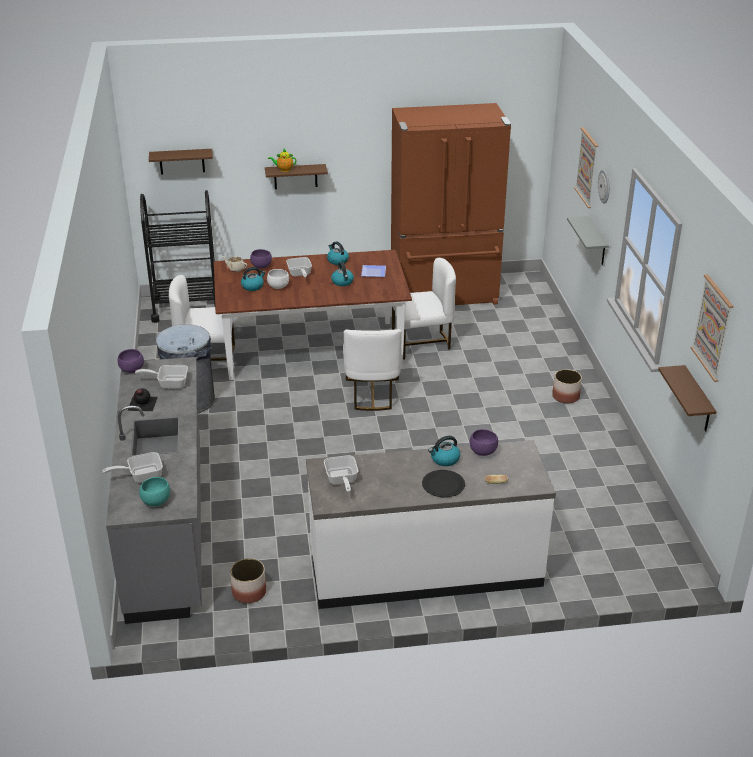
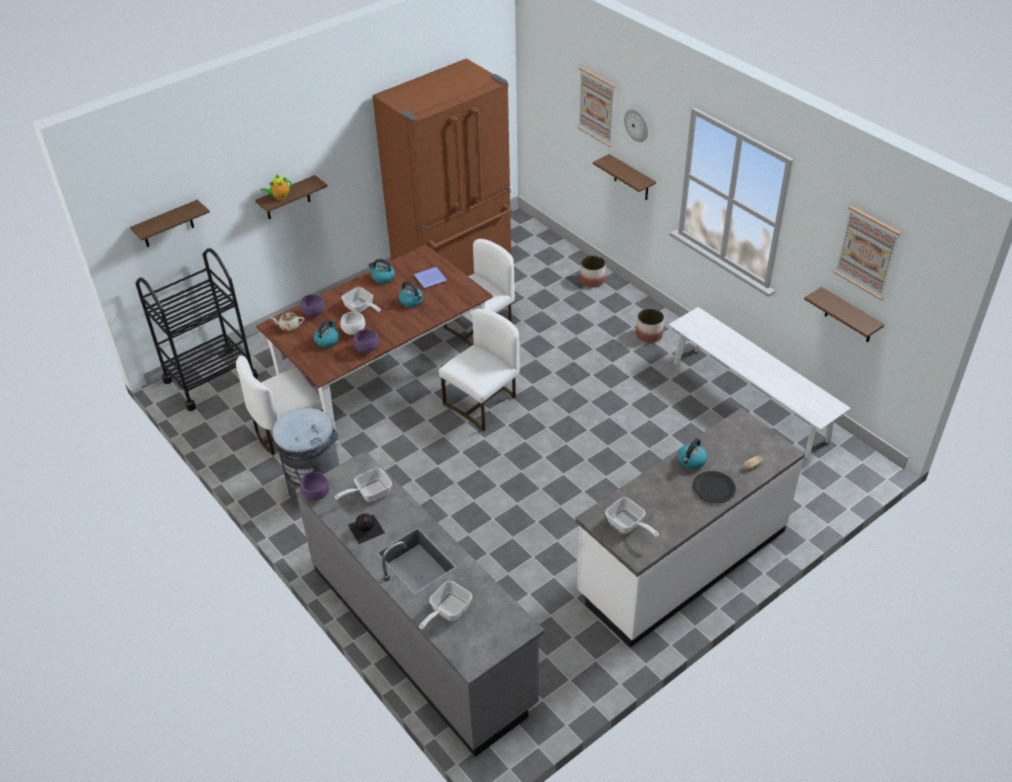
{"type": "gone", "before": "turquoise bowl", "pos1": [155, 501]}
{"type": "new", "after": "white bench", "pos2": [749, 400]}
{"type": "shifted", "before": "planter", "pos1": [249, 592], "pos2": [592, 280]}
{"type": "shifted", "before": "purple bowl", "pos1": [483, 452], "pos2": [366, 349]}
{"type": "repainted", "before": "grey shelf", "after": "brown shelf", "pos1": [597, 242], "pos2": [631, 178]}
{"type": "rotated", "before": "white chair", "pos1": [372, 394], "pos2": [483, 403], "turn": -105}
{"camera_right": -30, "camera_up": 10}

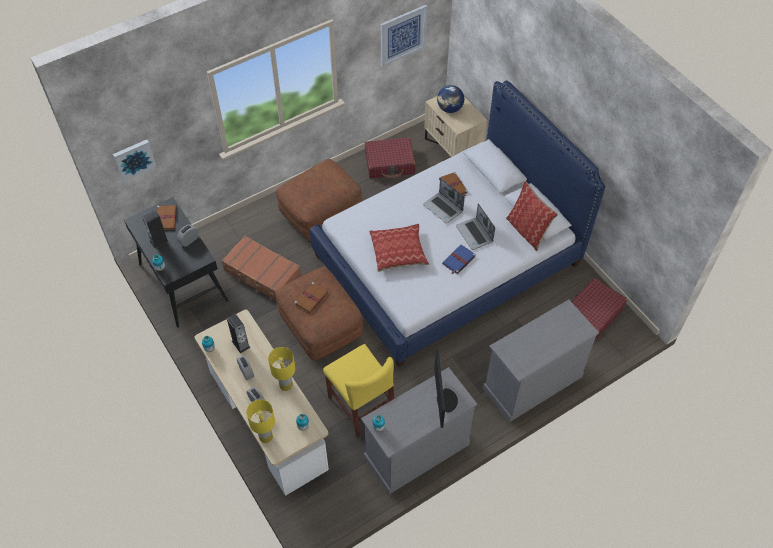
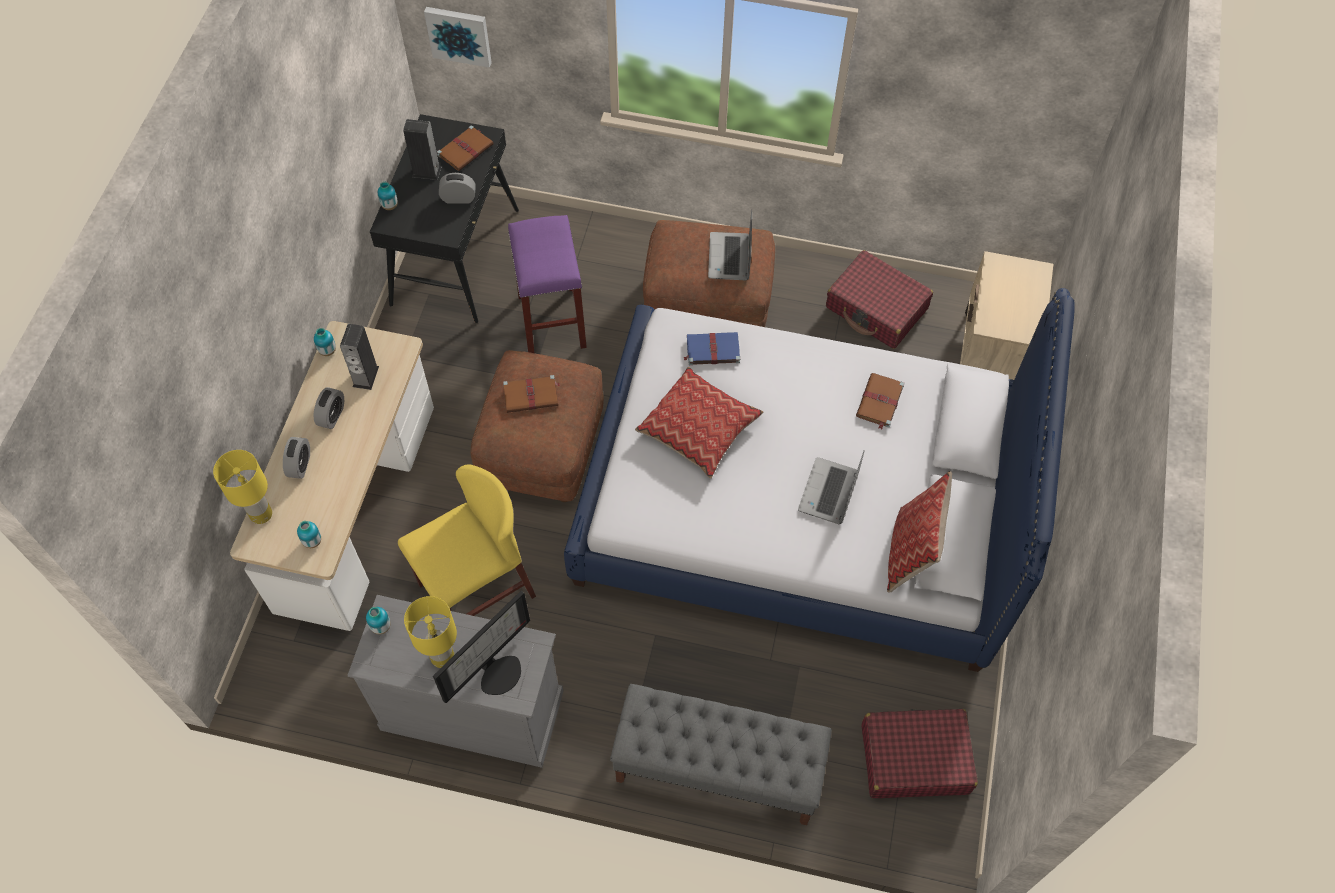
{"type": "gone", "before": "picture", "pos1": [403, 35]}
{"type": "gone", "before": "globe", "pos1": [450, 109]}
{"type": "shifted", "before": "yellow table lamp", "pos1": [286, 385], "pos2": [443, 657]}
{"type": "shifted", "before": "laptop", "pos1": [443, 208], "pos2": [730, 258]}
{"type": "shifted", "before": "blue book", "pos1": [458, 260], "pos2": [712, 350]}
{"type": "swapped", "before": "brown suitcase", "after": "purple stool", "pos1": [262, 274], "pos2": [552, 322]}
{"type": "swapped", "before": "grey dresser", "after": "grey bench", "pos1": [532, 382], "pos2": [717, 769]}
{"type": "rotated", "before": "yellow chair", "pos1": [361, 405], "pos2": [476, 590], "turn": -135}
{"camera_right": 45, "camera_up": 5}

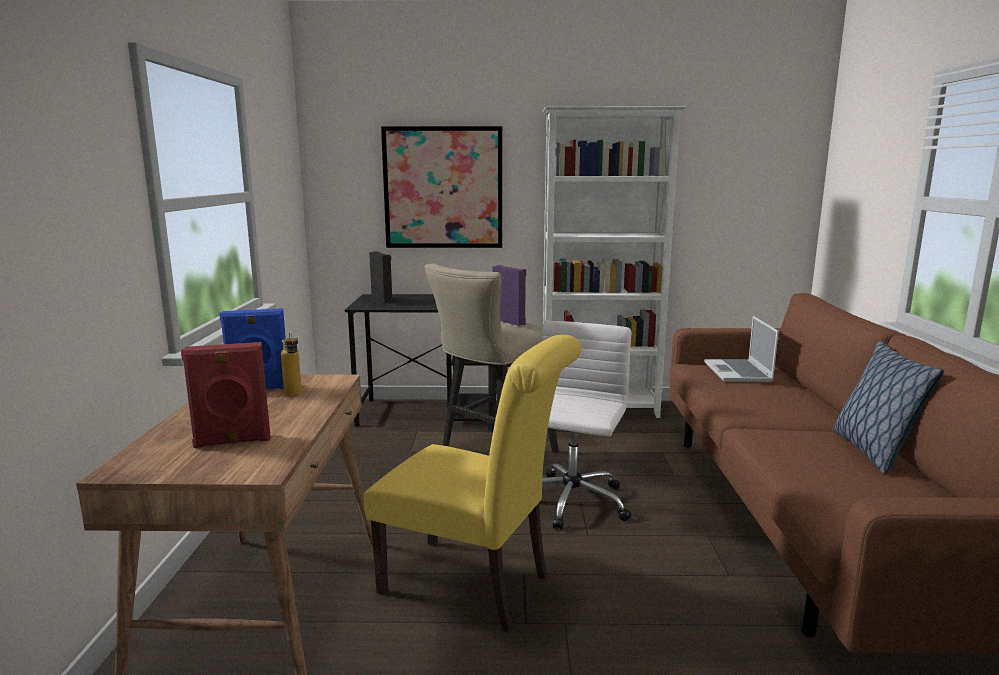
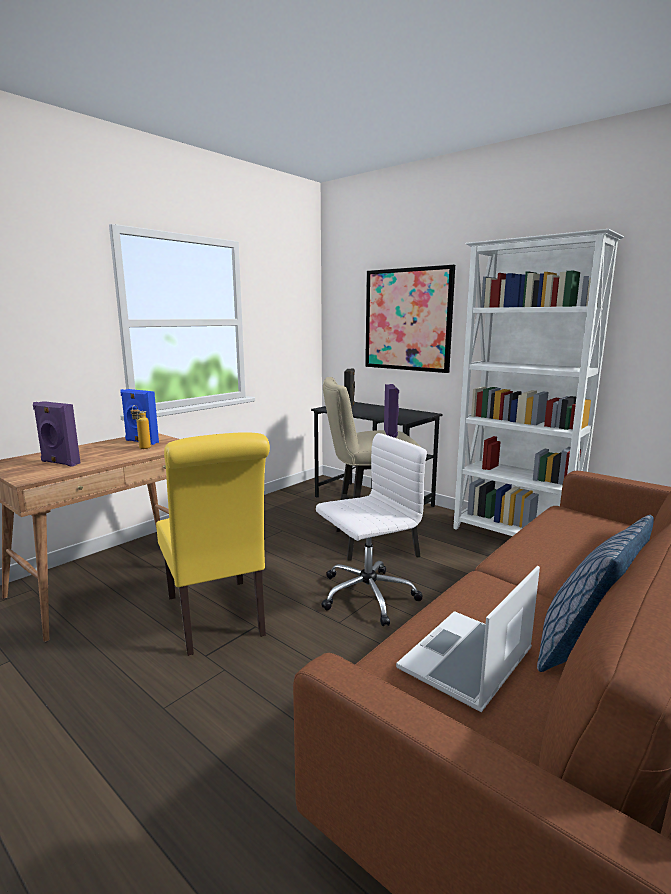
{"type": "shifted", "before": "laptop", "pos1": [739, 373], "pos2": [467, 662]}
{"type": "repainted", "before": "red speaker", "after": "purple speaker", "pos1": [232, 442], "pos2": [59, 463]}
{"camera_right": 40, "camera_up": 0}

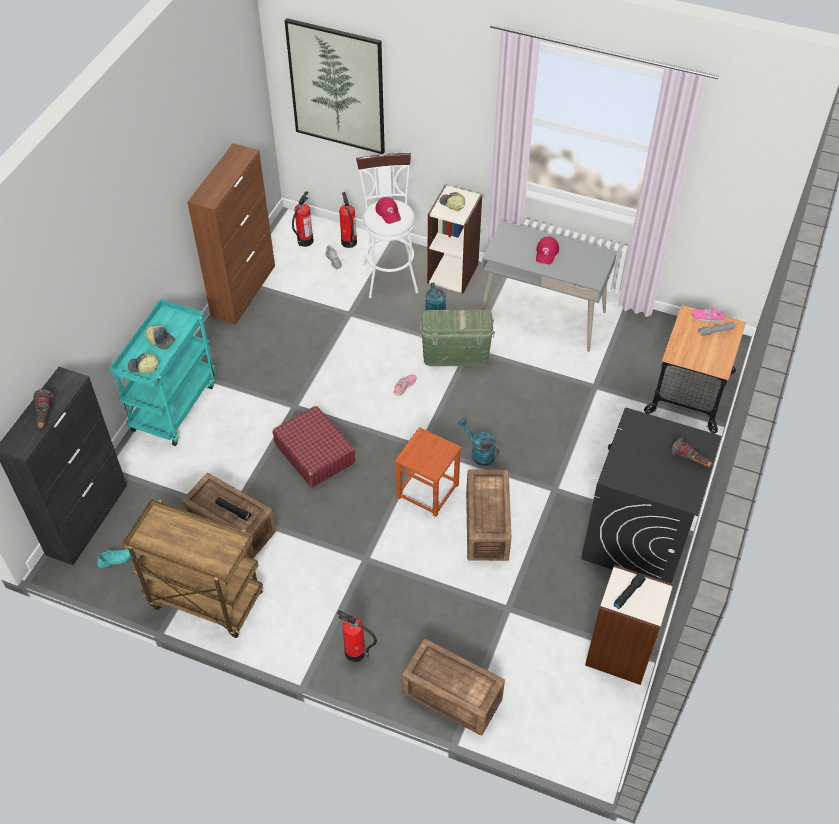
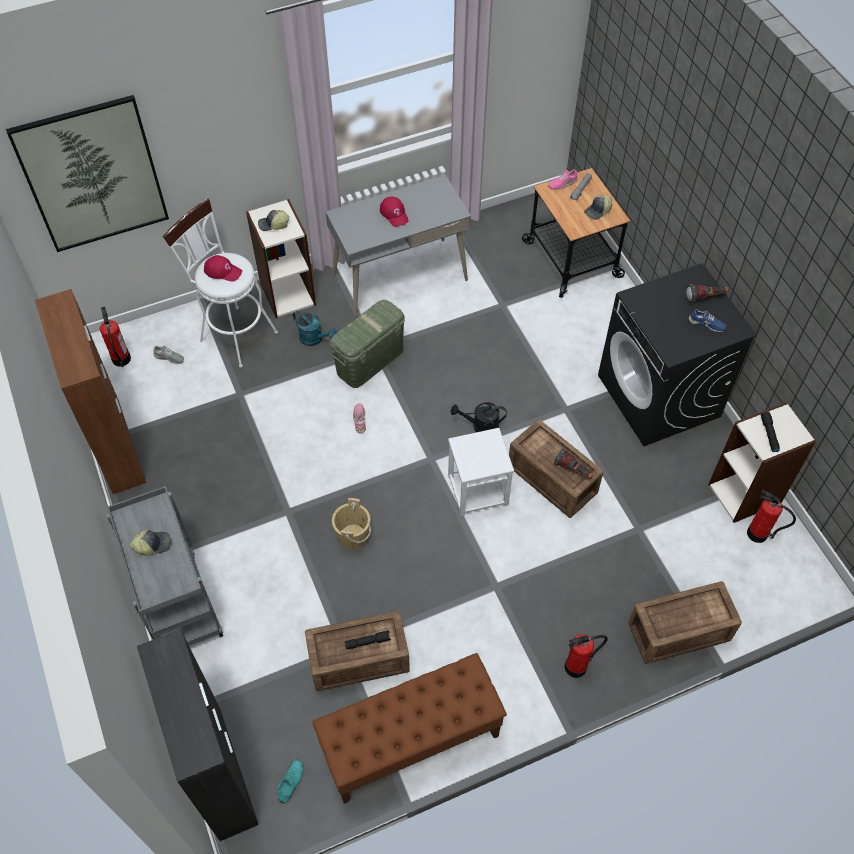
{"type": "new", "after": "blue shoe", "pos2": [706, 324]}
{"type": "shifted", "before": "flashlight", "pos1": [44, 416], "pos2": [573, 470]}
{"type": "shifted", "before": "cap", "pos1": [143, 367], "pos2": [598, 211]}
{"type": "shifted", "before": "fire extinguisher", "pos1": [349, 242], "pos2": [757, 534]}
{"type": "swapped", "before": "brown cart", "after": "brown bench", "pos1": [203, 600], "pos2": [410, 741]}
{"type": "swapped", "before": "red suitcase", "after": "beige bucket", "pos1": [315, 453], "pos2": [353, 536]}
{"type": "repainted", "before": "turquoise cart", "after": "grey cart", "pos1": [174, 405], "pos2": [177, 601]}
{"type": "repainted", "before": "brown stool", "after": "white stool", "pos1": [428, 490], "pos2": [478, 489]}
{"type": "repainted", "before": "turquoise watering can", "after": "black watering can", "pos1": [479, 453], "pos2": [480, 427]}
{"camera_right": -45, "camera_up": 5}

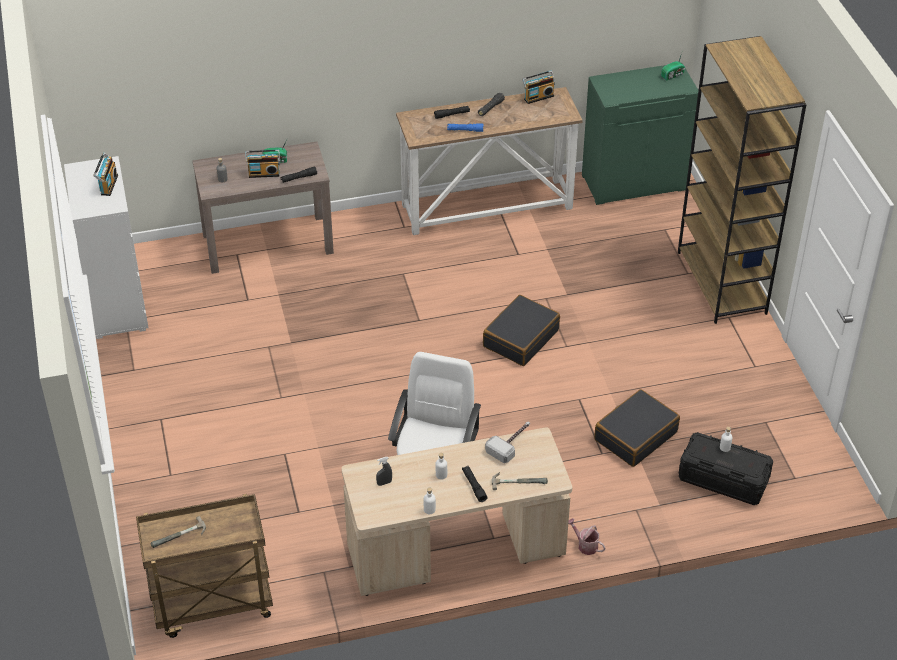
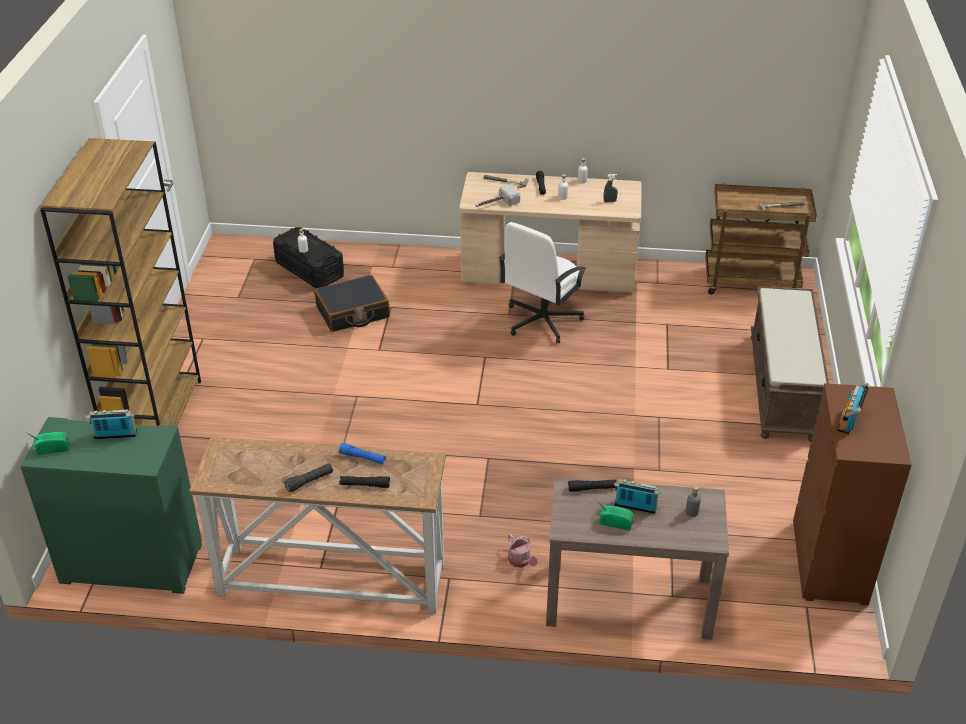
{"type": "gone", "before": "black suitcase", "pos1": [520, 338]}
{"type": "new", "after": "brown bench", "pos2": [783, 388]}
{"type": "shifted", "before": "radio", "pos1": [538, 97], "pos2": [115, 435]}
{"type": "shifted", "before": "watering can", "pos1": [585, 545], "pos2": [520, 561]}
{"type": "repainted", "before": "white dresser", "after": "brown dresser", "pos1": [118, 305], "pos2": [829, 563]}
{"camera_right": -160, "camera_up": -5}

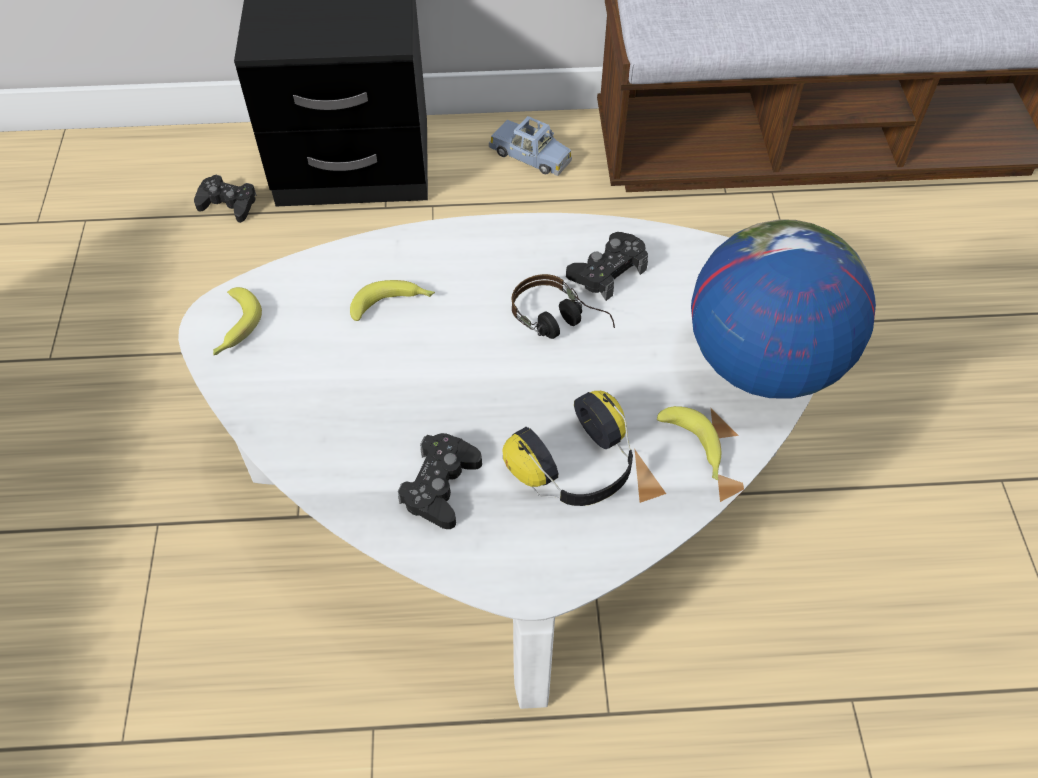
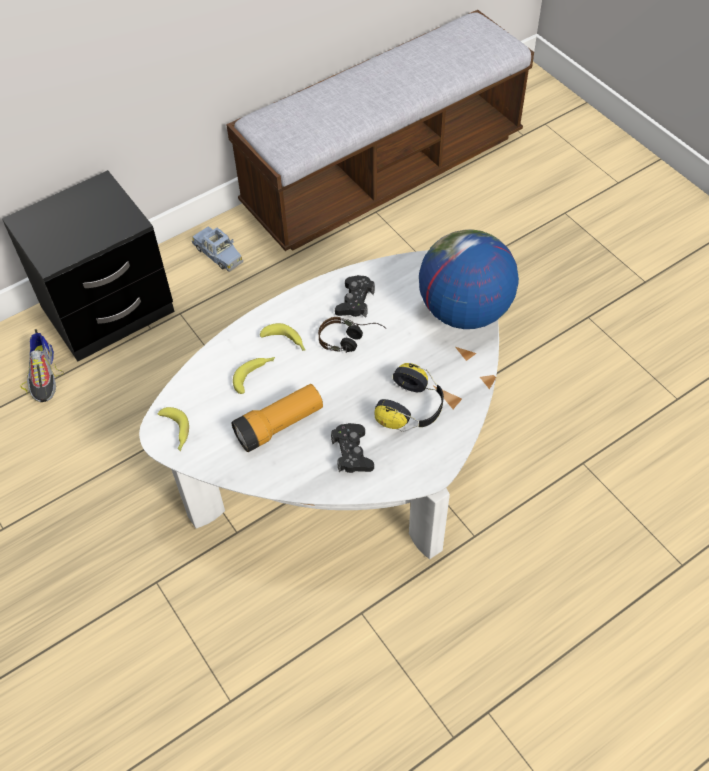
{"type": "new", "after": "flashlight", "pos2": [279, 425]}
{"type": "shifted", "before": "banana", "pos1": [693, 448], "pos2": [285, 342]}
{"type": "swapped", "before": "black game controller", "after": "shoe", "pos1": [228, 204], "pos2": [43, 375]}
{"type": "rotated", "before": "blue toy car", "pos1": [530, 155], "pos2": [218, 254], "turn": 45}
{"camera_right": -30, "camera_up": 0}

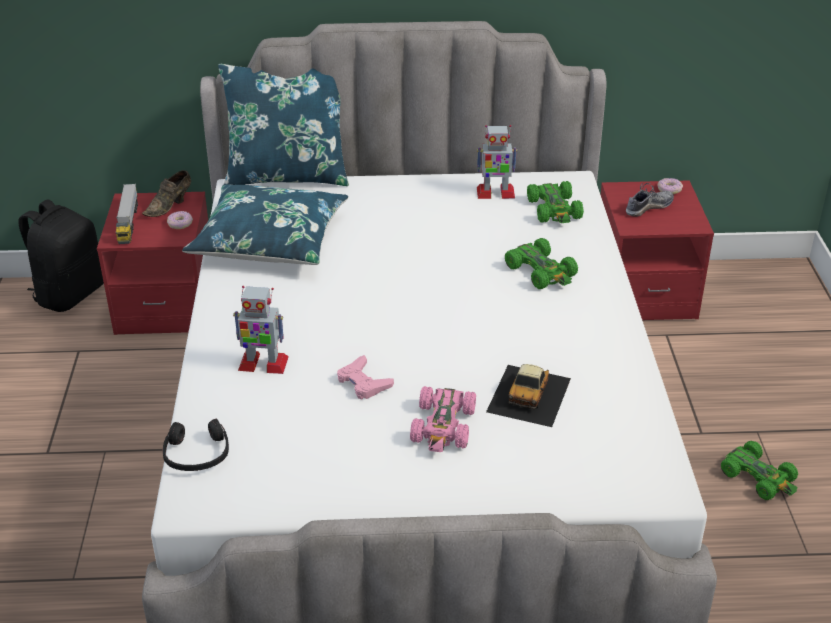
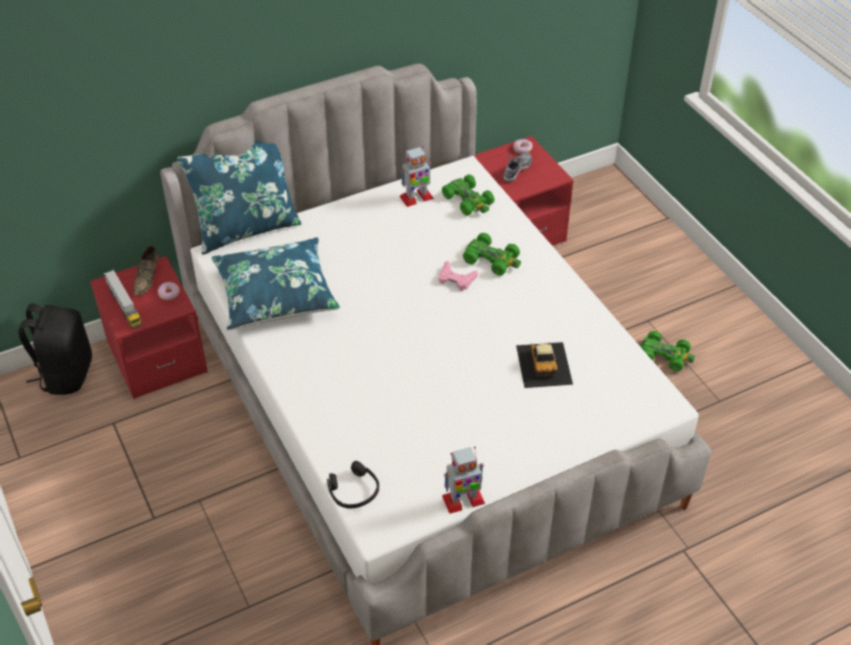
{"type": "gone", "before": "pink toy car", "pos1": [443, 426]}
{"type": "shifted", "before": "toy robot", "pos1": [262, 364], "pos2": [463, 500]}
{"type": "shifted", "before": "pink game controller", "pos1": [363, 383], "pos2": [456, 279]}
{"camera_right": -25, "camera_up": 10}

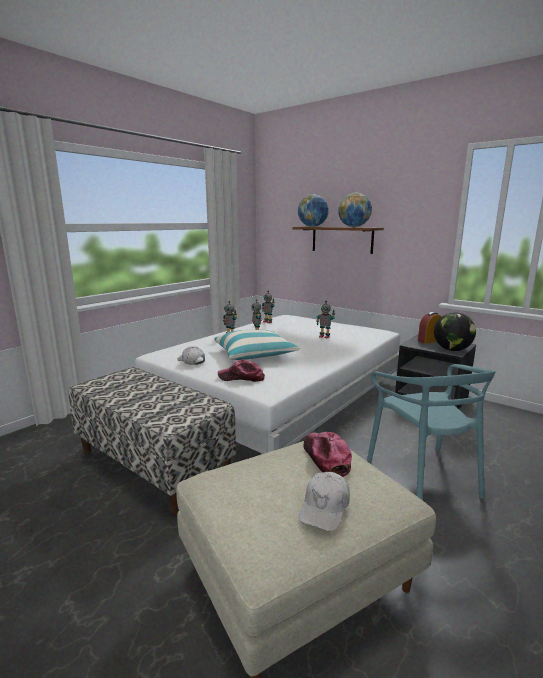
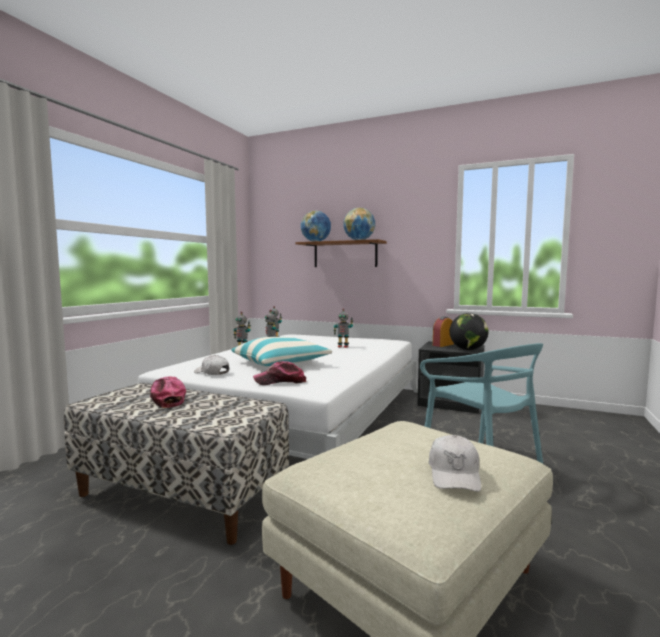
{"type": "shifted", "before": "cap", "pos1": [326, 458], "pos2": [166, 399]}
{"camera_right": -15, "camera_up": -10}

